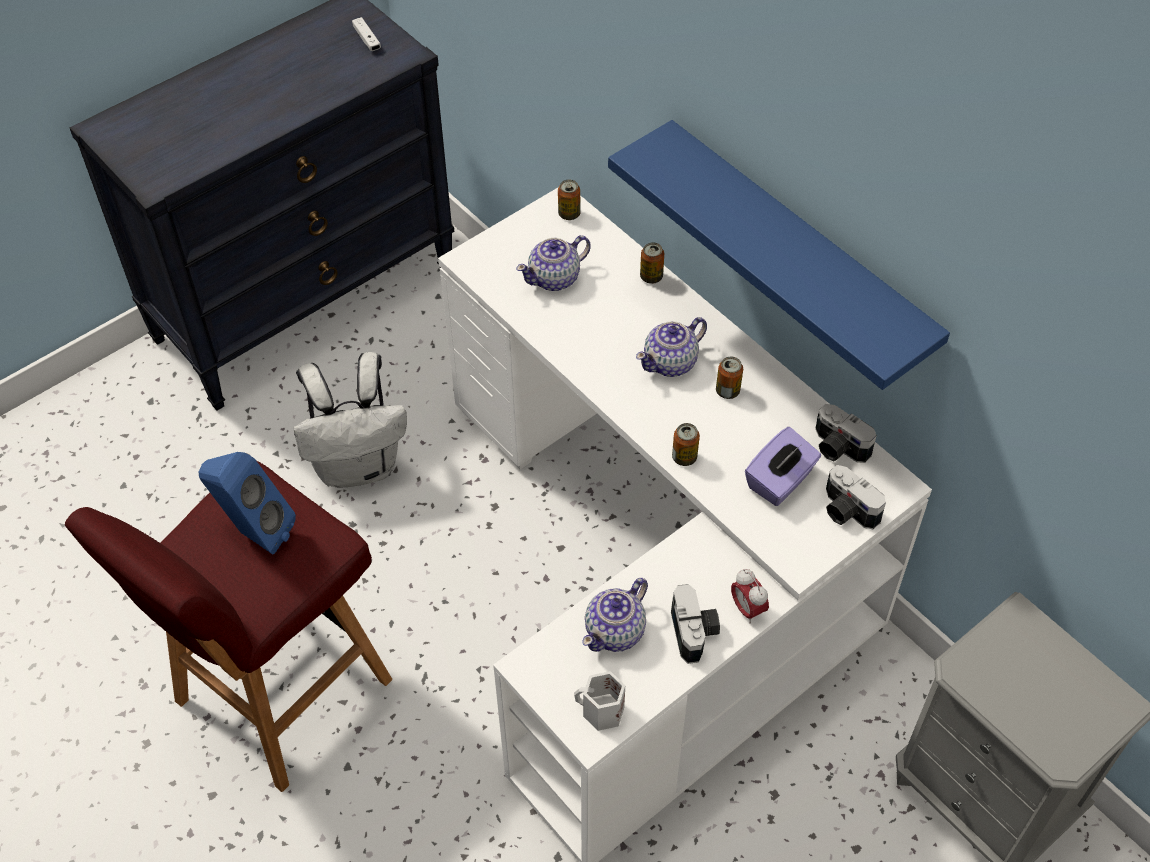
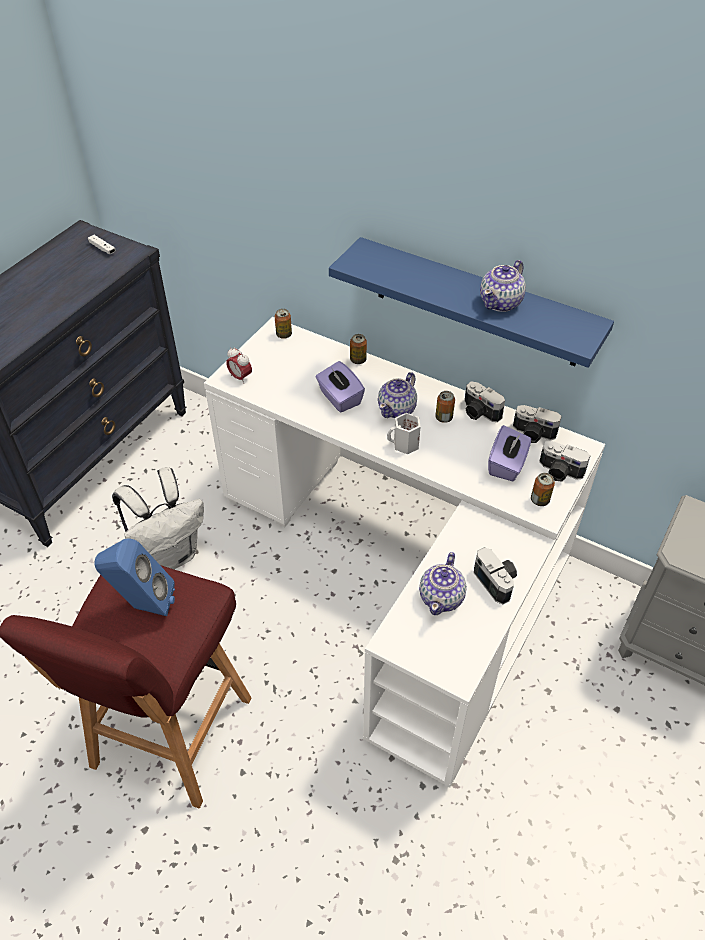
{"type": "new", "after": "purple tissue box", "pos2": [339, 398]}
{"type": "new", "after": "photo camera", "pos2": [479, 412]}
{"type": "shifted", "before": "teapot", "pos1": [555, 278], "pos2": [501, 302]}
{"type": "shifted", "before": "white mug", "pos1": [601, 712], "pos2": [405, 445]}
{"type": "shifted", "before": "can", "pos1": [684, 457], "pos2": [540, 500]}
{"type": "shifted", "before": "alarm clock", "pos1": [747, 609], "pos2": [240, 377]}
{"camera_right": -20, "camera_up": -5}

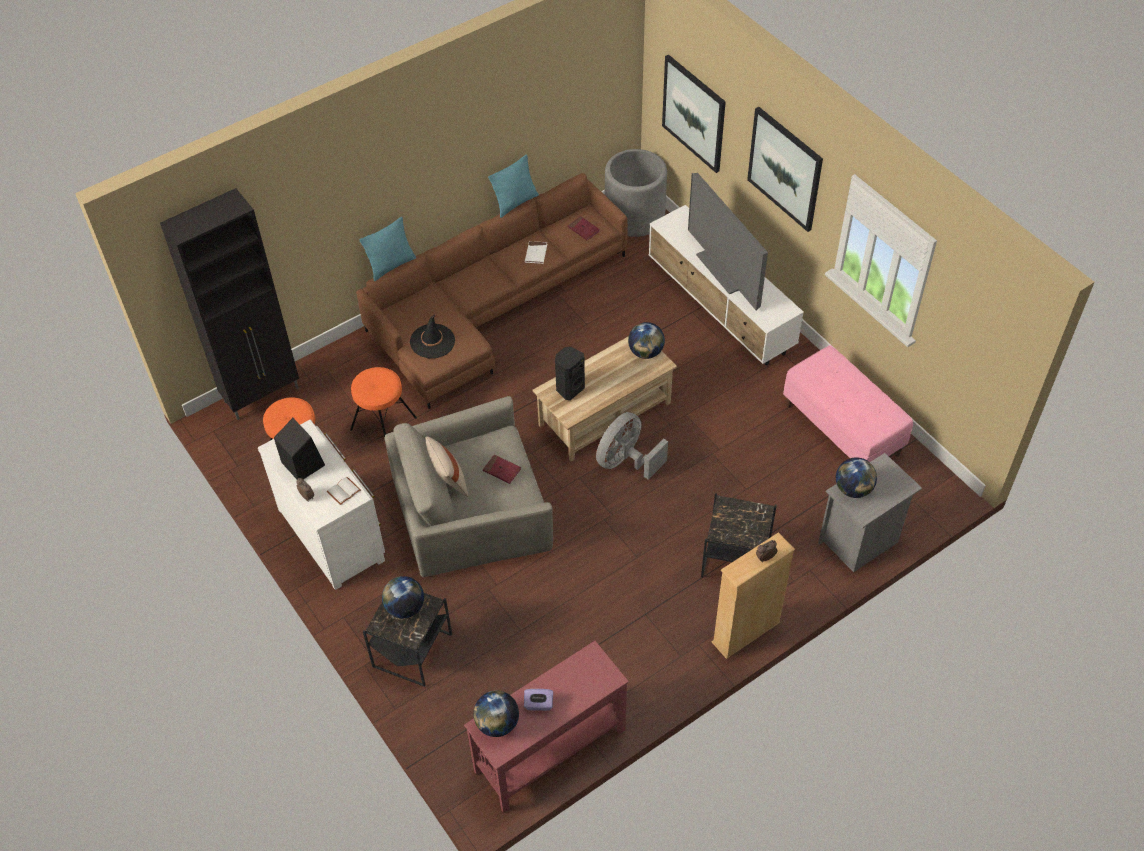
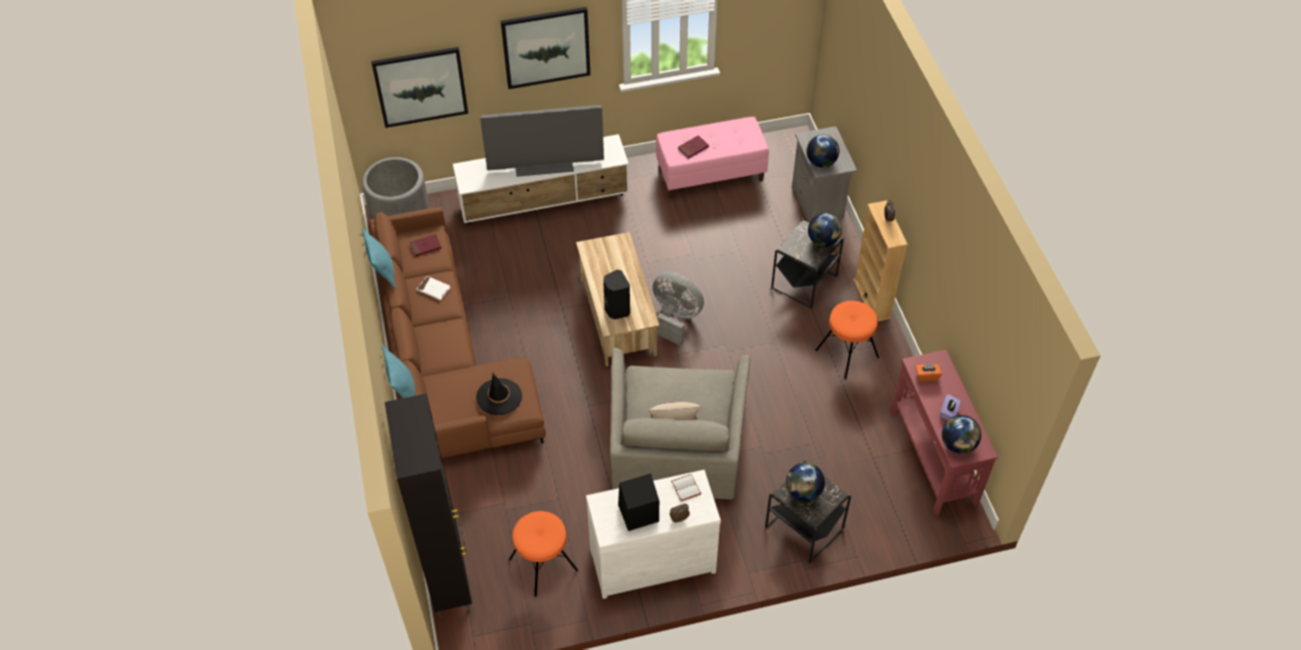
{"type": "new", "after": "orange tissue box", "pos2": [926, 376]}
{"type": "shifted", "before": "orange stool", "pos1": [383, 423], "pos2": [847, 354]}
{"type": "shifted", "before": "red book", "pos1": [502, 470], "pos2": [693, 148]}
{"type": "shifted", "before": "globe", "pos1": [646, 352], "pos2": [823, 241]}
{"type": "rotated", "before": "grey fan", "pos1": [626, 461], "pos2": [675, 318], "turn": 150}
{"camera_right": -70, "camera_up": 0}

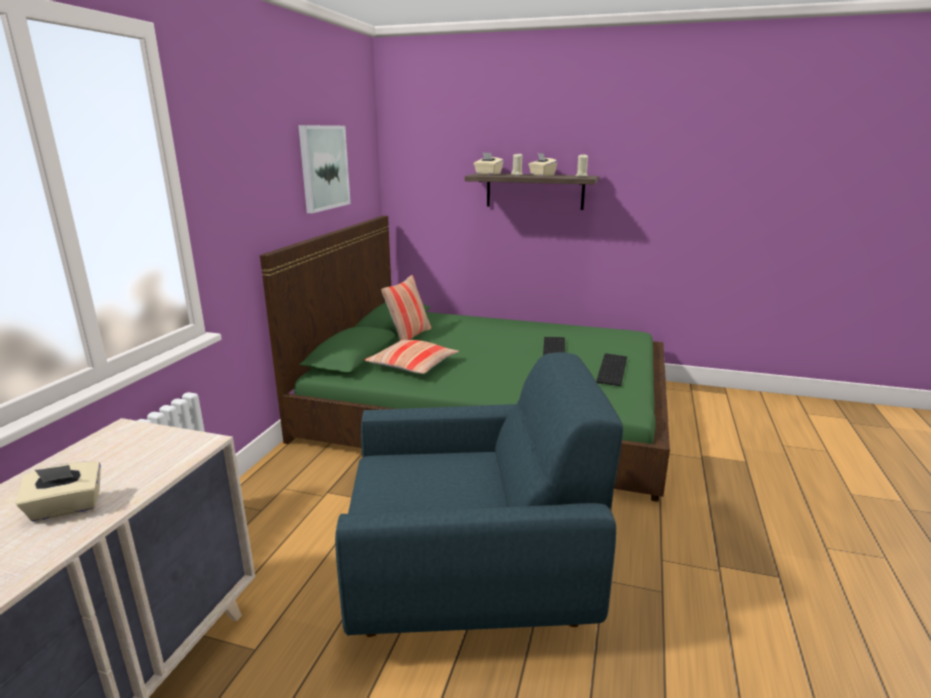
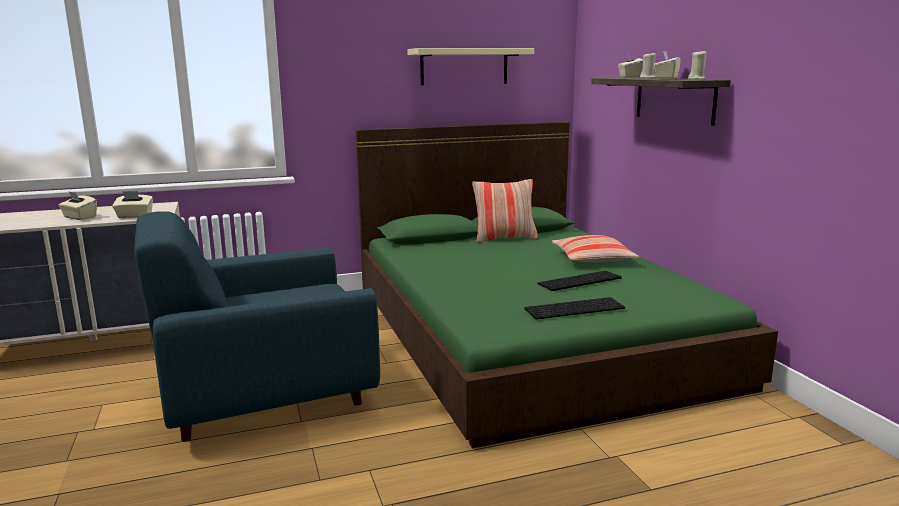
{"type": "new", "after": "beige tissue box", "pos2": [134, 216]}
{"type": "shifted", "before": "pillow", "pos1": [412, 365], "pos2": [593, 259]}
{"type": "swapped", "before": "picture", "after": "beige shelf", "pos1": [323, 167], "pos2": [464, 66]}
{"type": "rotated", "before": "blue armchair", "pos1": [471, 580], "pos2": [265, 397], "turn": 105}
{"camera_right": 55, "camera_up": -5}

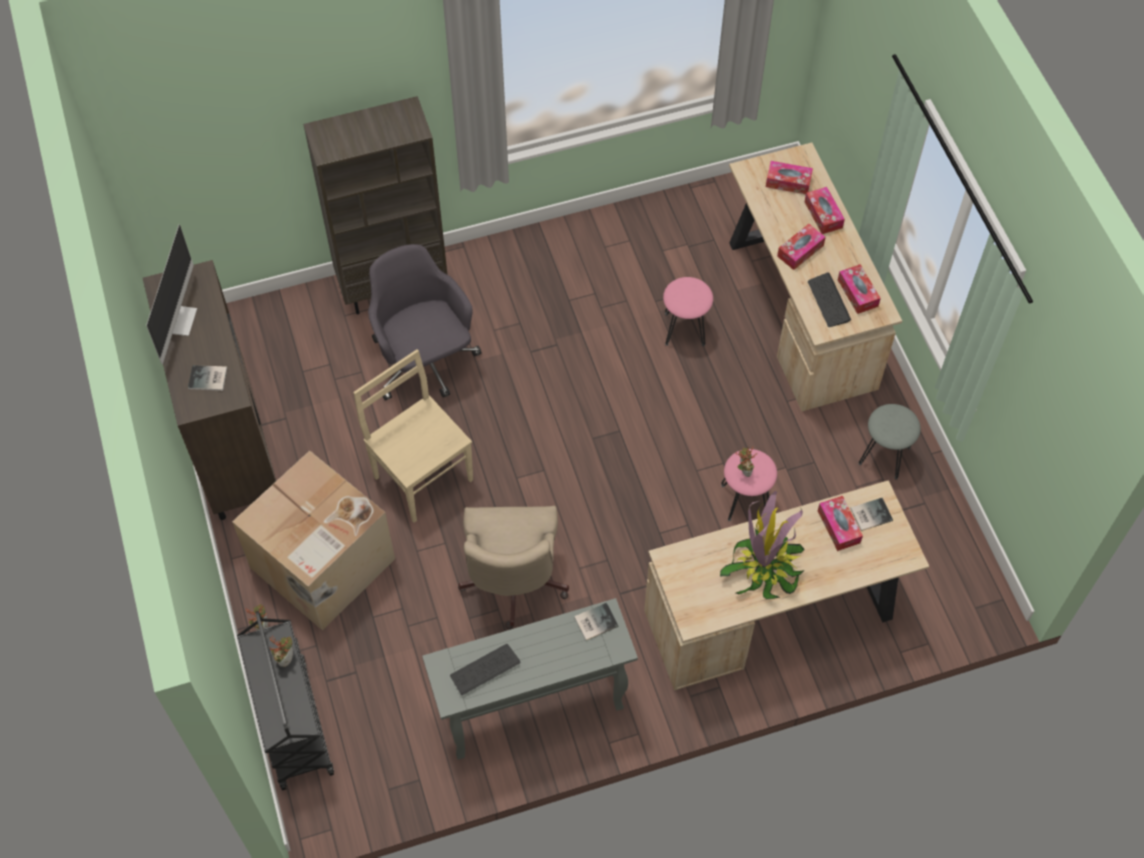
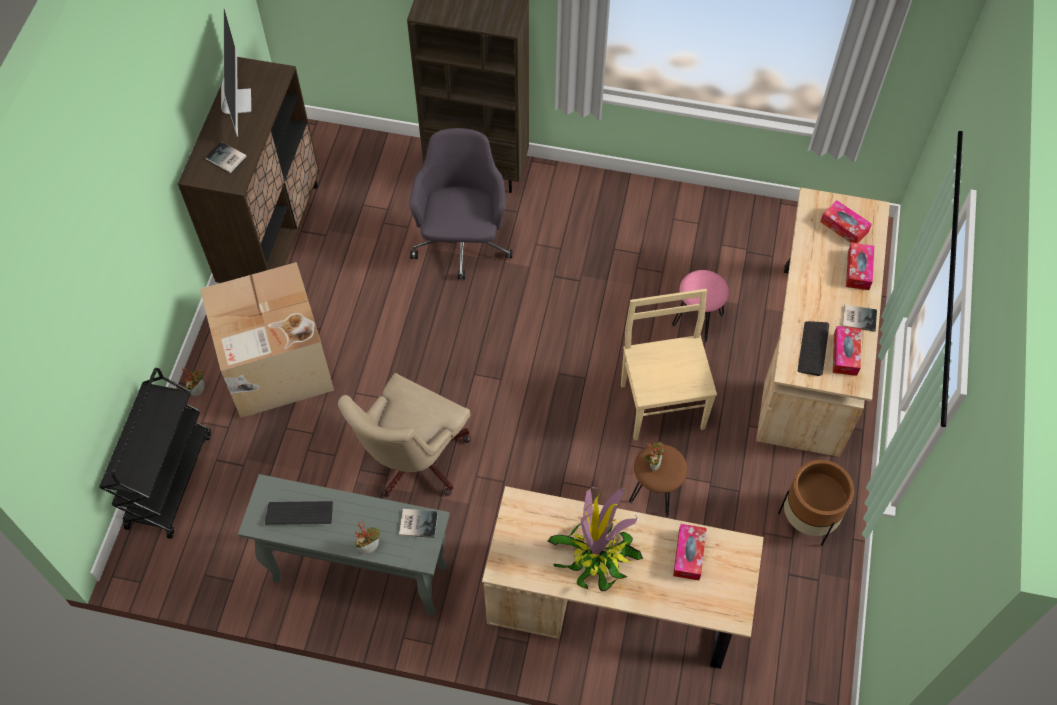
{"type": "gone", "before": "tissue box", "pos1": [800, 251]}
{"type": "shifted", "before": "potted plant", "pos1": [285, 658], "pos2": [370, 546]}
{"type": "shifted", "before": "beige chair", "pos1": [421, 476], "pos2": [661, 404]}
{"type": "shifted", "before": "book", "pos1": [869, 514], "pos2": [858, 317]}
{"type": "swapped", "before": "grey stool", "after": "brown planter", "pos1": [885, 455], "pos2": [808, 518]}
{"type": "repainted", "before": "pink stool", "after": "brown stool", "pos1": [745, 499], "pos2": [655, 492]}
{"type": "rotated", "before": "monitor", "pos1": [178, 319], "pos2": [236, 100], "turn": -45}
{"camera_right": 30, "camera_up": 0}

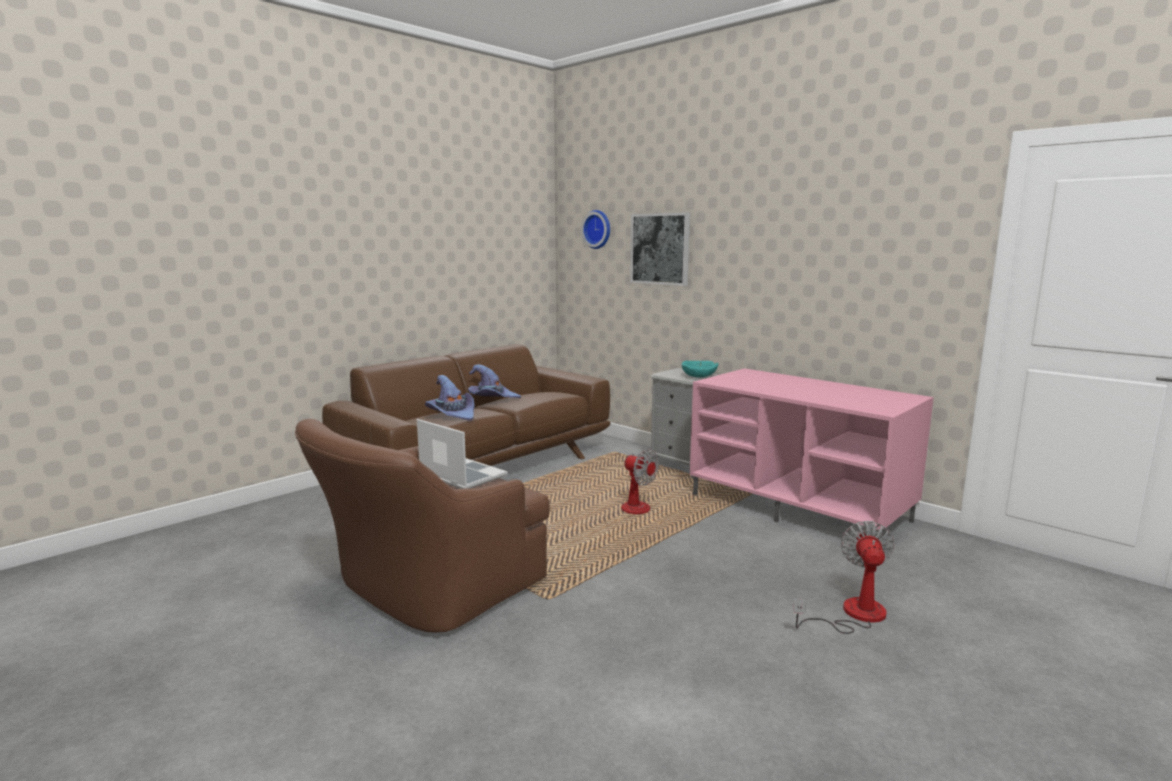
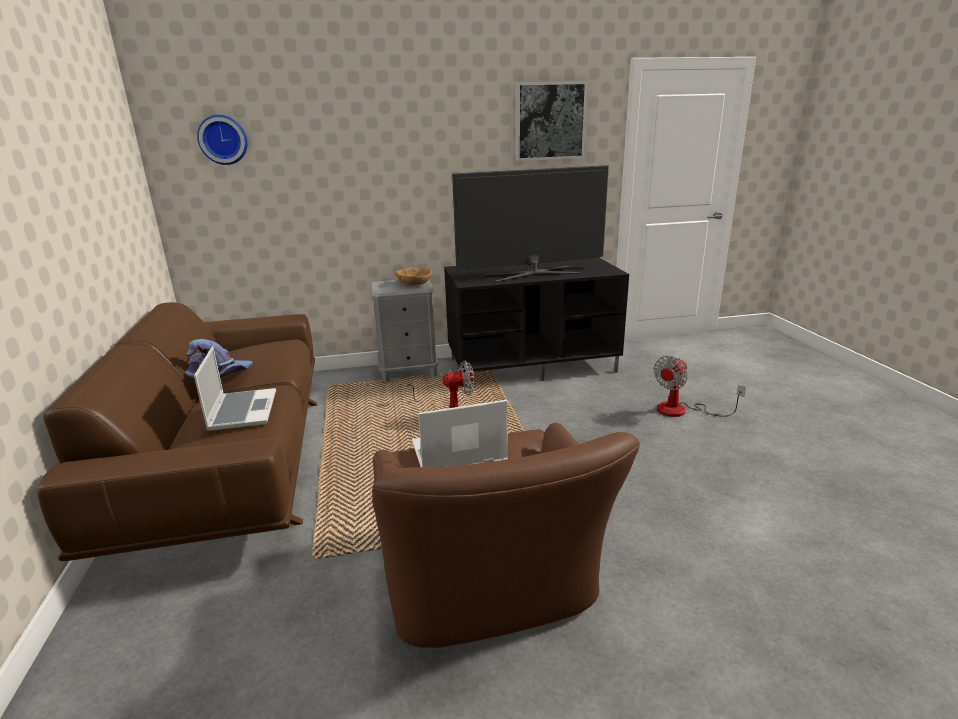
{"type": "new", "after": "television", "pos2": [532, 274]}
{"type": "shifted", "before": "picture", "pos1": [660, 249], "pos2": [550, 121]}
{"type": "swapped", "before": "purple hat", "after": "laptop", "pos1": [452, 414], "pos2": [242, 410]}
{"type": "repainted", "before": "turquoise bowl", "after": "brown bowl", "pos1": [699, 376], "pos2": [414, 284]}
{"type": "repainted", "before": "pink tv stand", "after": "black tv stand", "pos1": [800, 508], "pos2": [532, 365]}
{"type": "rotated", "before": "fan", "pos1": [853, 615], "pos2": [682, 410], "turn": -90}
{"camera_right": -55, "camera_up": 10}

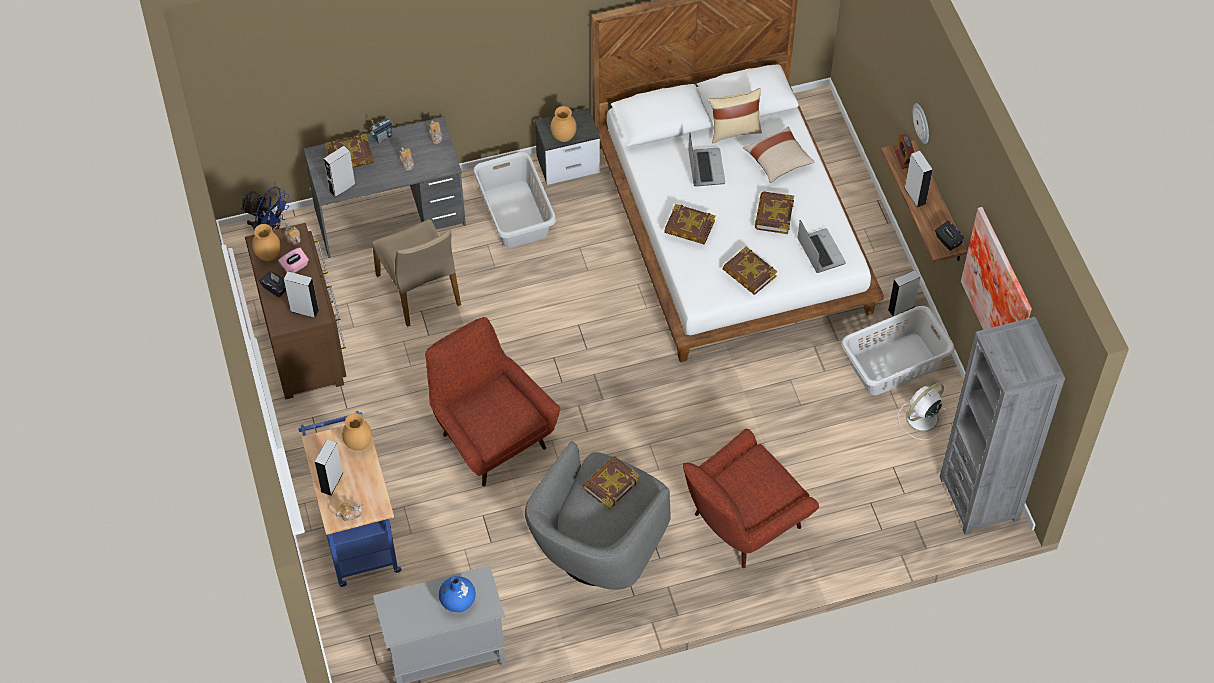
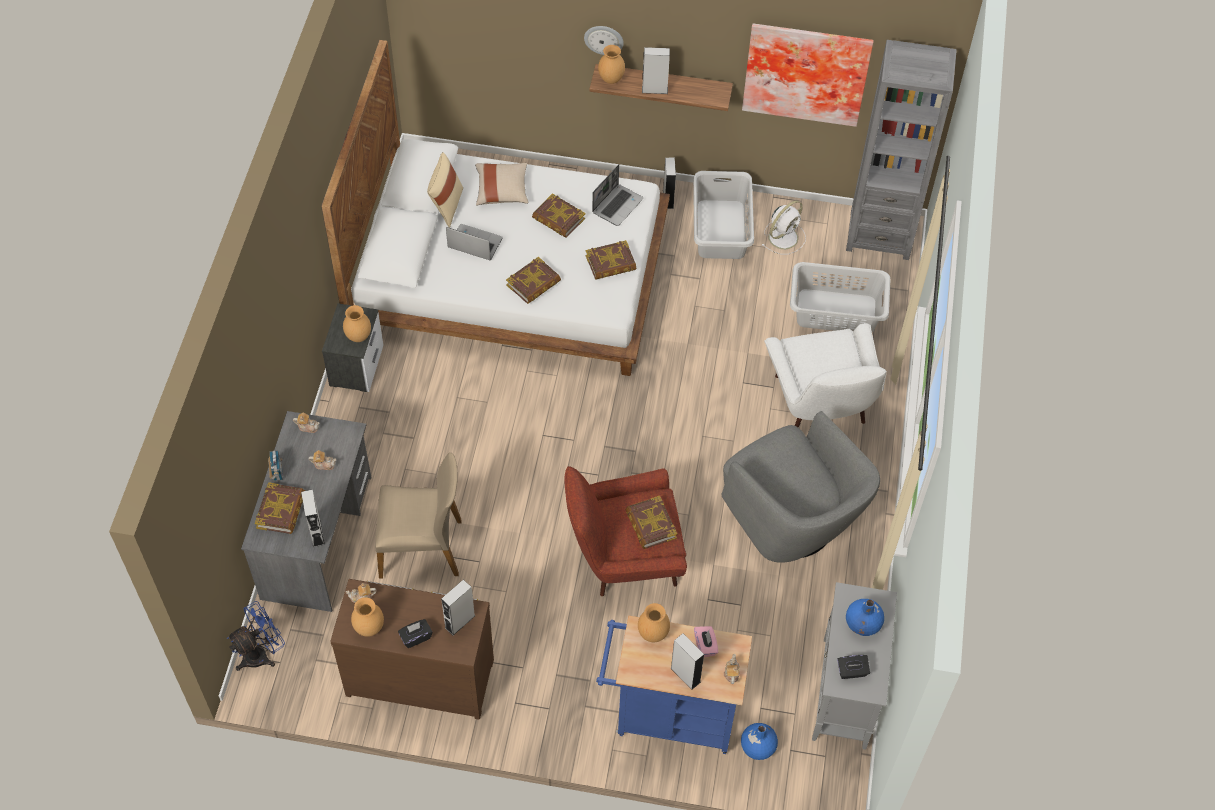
{"type": "new", "after": "blue vase", "pos2": [757, 746]}
{"type": "shifted", "before": "pink tissue box", "pos1": [295, 266], "pos2": [705, 646]}
{"type": "shifted", "before": "grey laundry basket", "pos1": [516, 214], "pos2": [835, 311]}
{"type": "shifted", "before": "book", "pos1": [610, 484], "pos2": [650, 525]}
{"type": "shifted", "before": "black tissue box", "pos1": [948, 241], "pos2": [852, 671]}
{"type": "swapped", "before": "alarm clock", "after": "brown vase", "pos1": [904, 159], "pos2": [611, 79]}
{"type": "repainted", "before": "red armchair", "after": "white armchair", "pos1": [741, 524], "pos2": [821, 405]}
{"type": "rotated", "before": "laptop", "pos1": [820, 251], "pos2": [617, 205], "turn": 120}
{"type": "rotated", "before": "white fan", "pos1": [921, 419], "pos2": [784, 237], "turn": -120}
{"camera_right": -65, "camera_up": 0}

